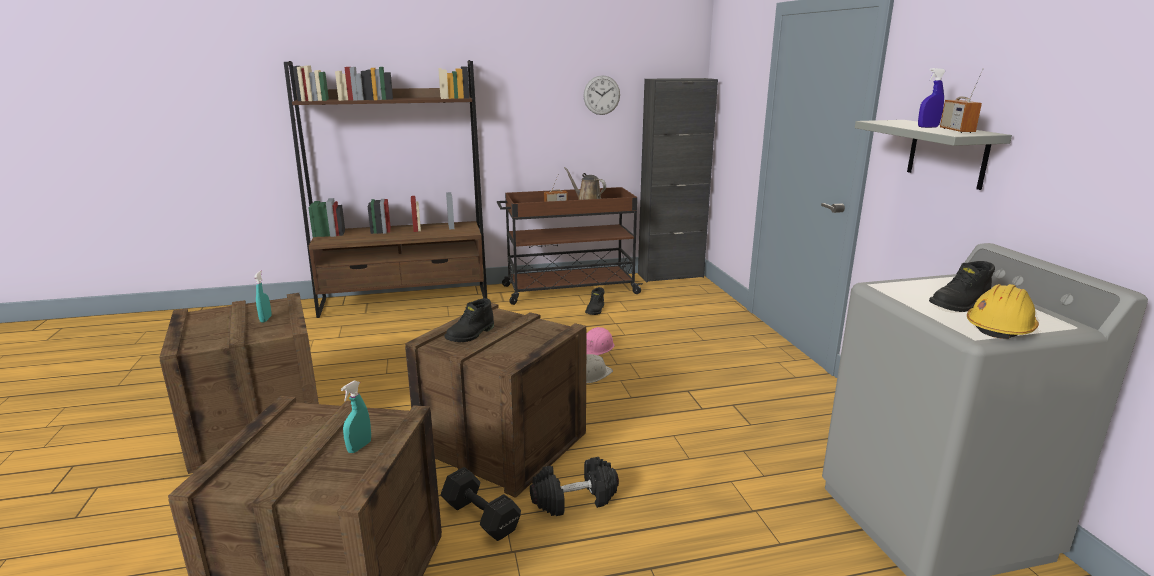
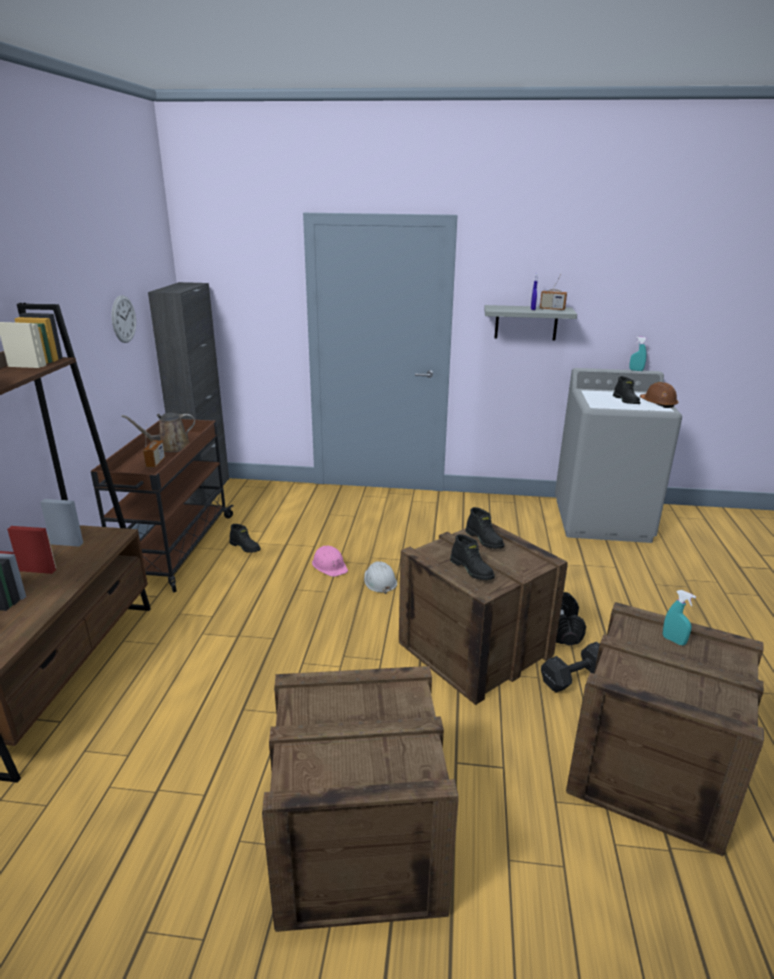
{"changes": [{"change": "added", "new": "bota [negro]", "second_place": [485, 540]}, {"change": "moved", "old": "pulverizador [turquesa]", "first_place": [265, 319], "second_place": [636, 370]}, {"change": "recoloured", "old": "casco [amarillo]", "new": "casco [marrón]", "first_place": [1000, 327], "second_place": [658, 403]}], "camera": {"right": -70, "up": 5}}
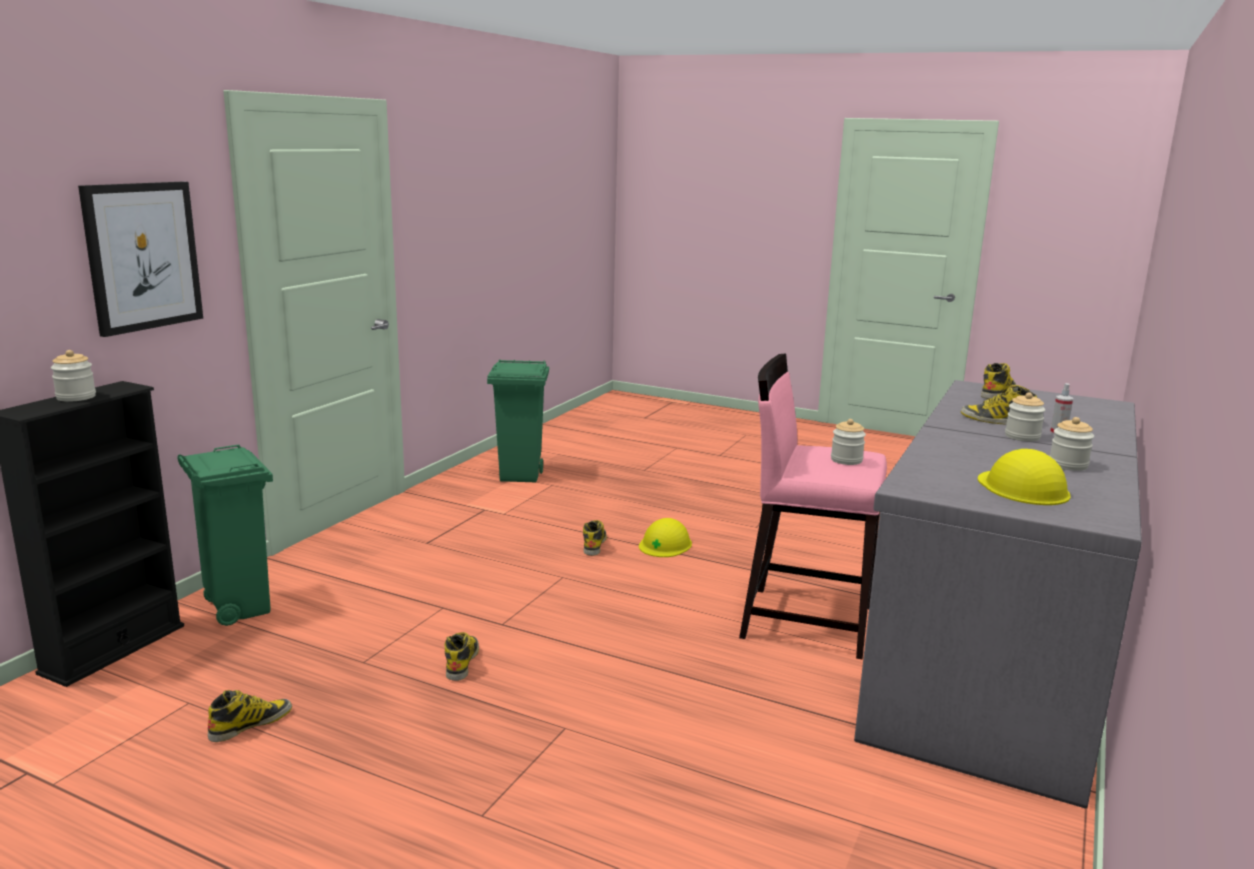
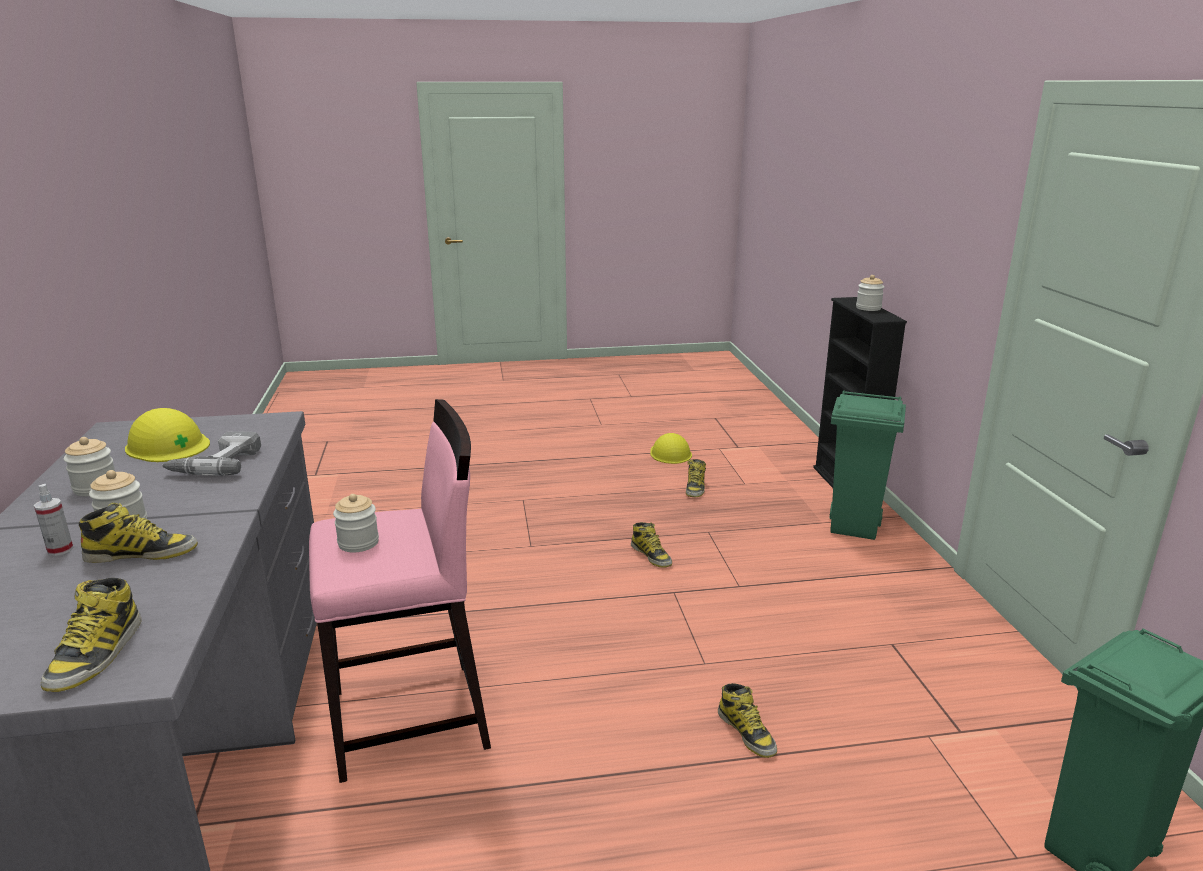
{"changes": [{"change": "added", "new": "taladro", "second_place": [216, 463]}, {"change": "moved", "old": "casco [amarillo]", "first_place": [665, 544], "second_place": [670, 453]}, {"change": "removed", "old": "cuadro", "first_place": [142, 256]}], "camera": {"right": 145, "up": 5}}
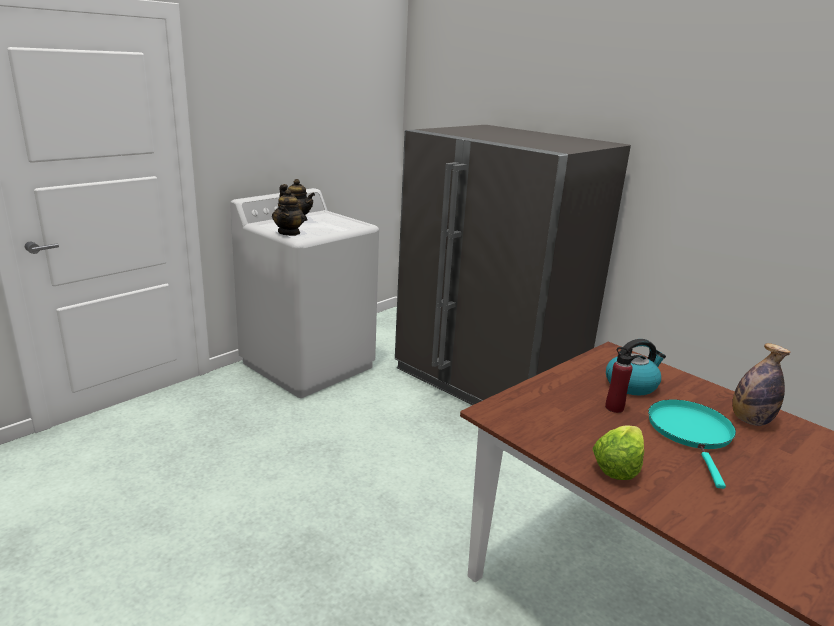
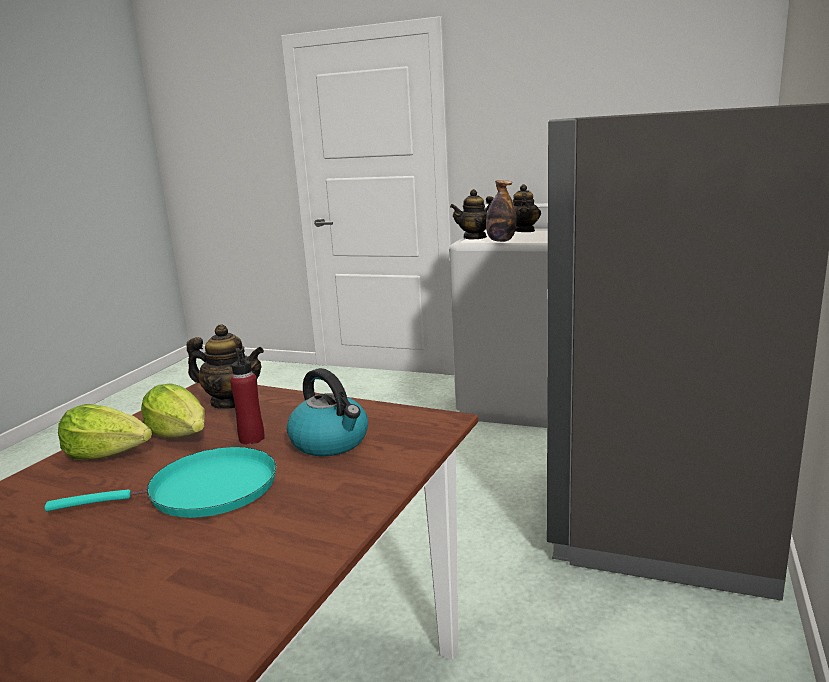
{"changes": [{"change": "added", "new": "lechuga", "second_place": [180, 434]}, {"change": "added", "new": "tetera", "second_place": [231, 402]}, {"change": "moved", "old": "botella", "first_place": [750, 421], "second_place": [501, 241]}], "camera": {"right": 70, "up": -5}}
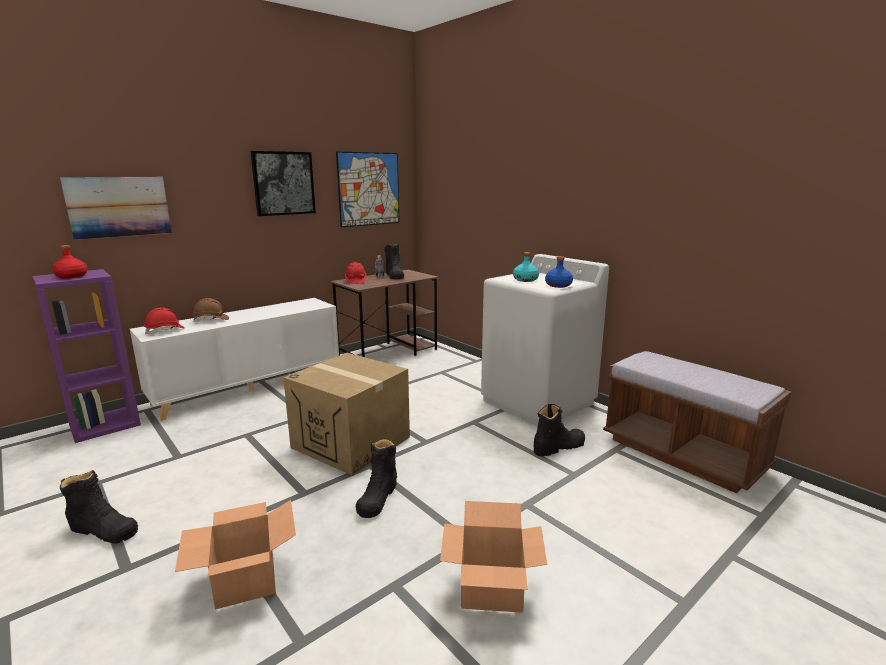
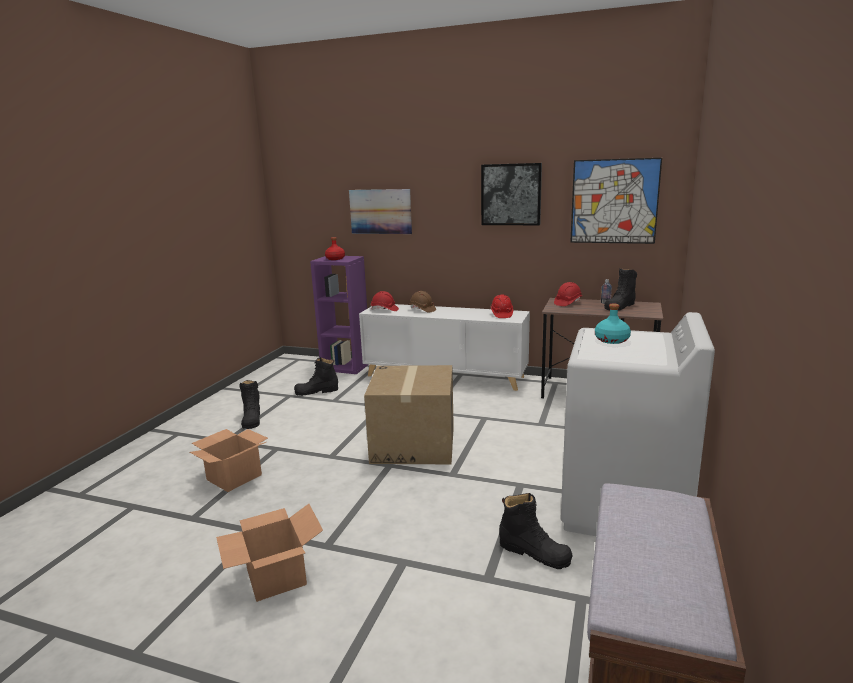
{"changes": [{"change": "moved", "old": "bota [negro]", "first_place": [378, 497], "second_place": [316, 391]}, {"change": "added", "new": "casco [rojo]", "second_place": [501, 314]}, {"change": "removed", "old": "botella [azul]", "first_place": [558, 285]}], "camera": {"right": 60, "up": 0}}
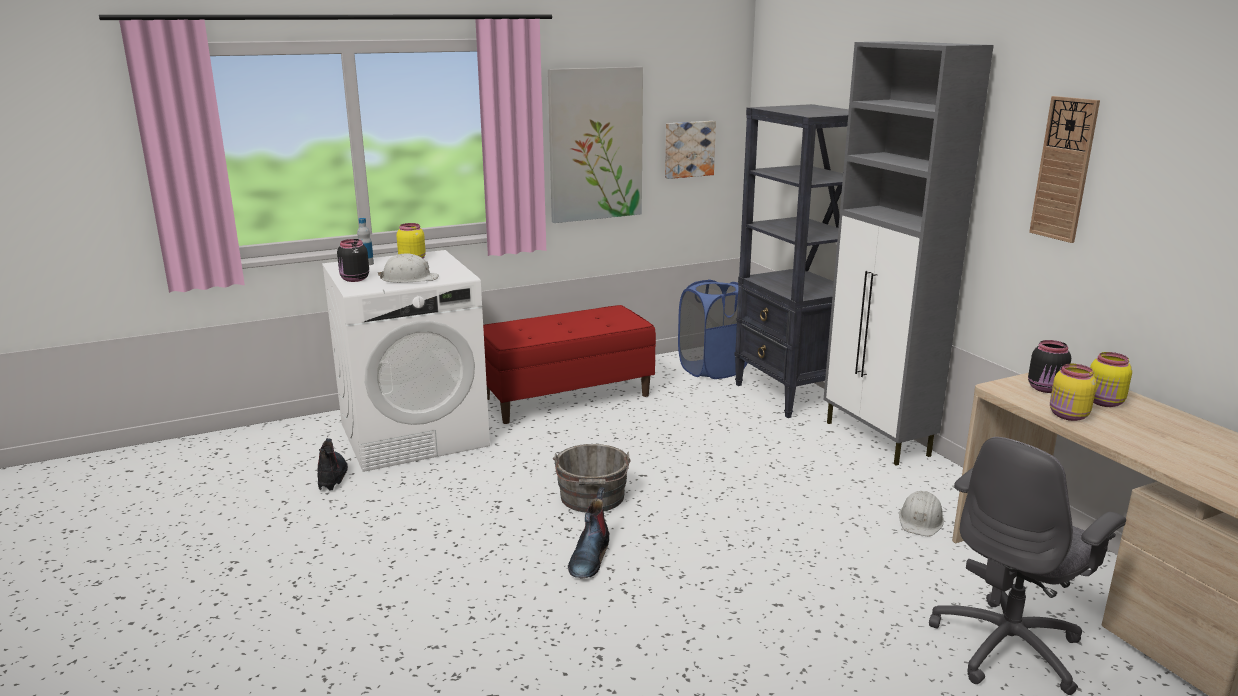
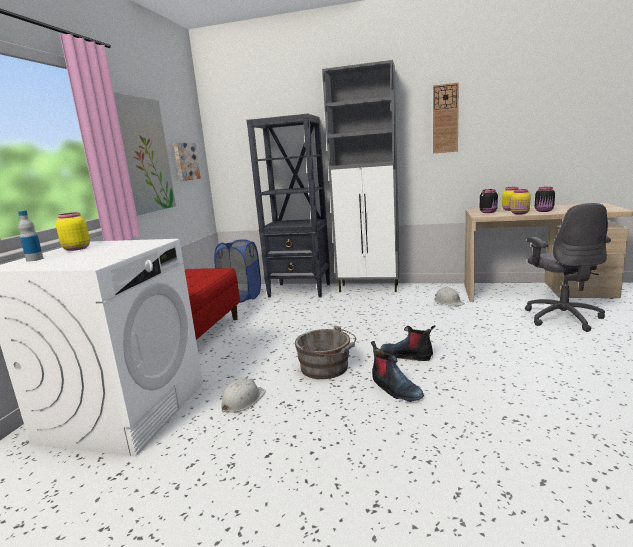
{"changes": [{"change": "moved", "old": "casco [blanco]", "first_place": [409, 279], "second_place": [242, 400]}, {"change": "moved", "old": "bota", "first_place": [332, 476], "second_place": [407, 355]}, {"change": "moved", "old": "tarro [negro]", "first_place": [354, 279], "second_place": [544, 211]}], "camera": {"right": -50, "up": -5}}
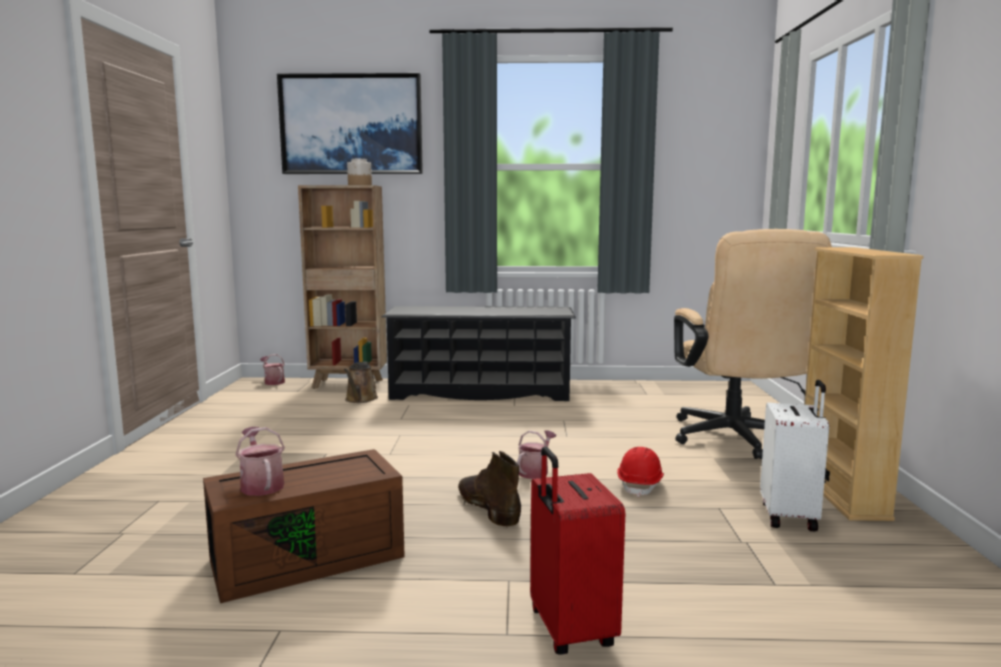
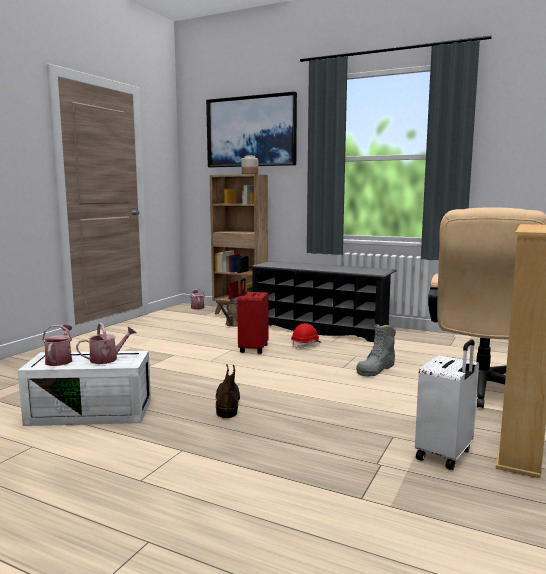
{"changes": [{"change": "recoloured", "old": "caja de almacenaje [marrón]", "new": "caja de almacenaje [blanco]", "first_place": [309, 556], "second_place": [92, 411]}, {"change": "moved", "old": "regadera", "first_place": [535, 471], "second_place": [107, 359]}, {"change": "moved", "old": "maleta [rojo]", "first_place": [569, 630], "second_place": [252, 349]}, {"change": "moved", "old": "casco [rojo]", "first_place": [640, 485], "second_place": [306, 345]}, {"change": "added", "new": "bota [gris]", "second_place": [376, 369]}], "camera": {"right": 25, "up": 0}}
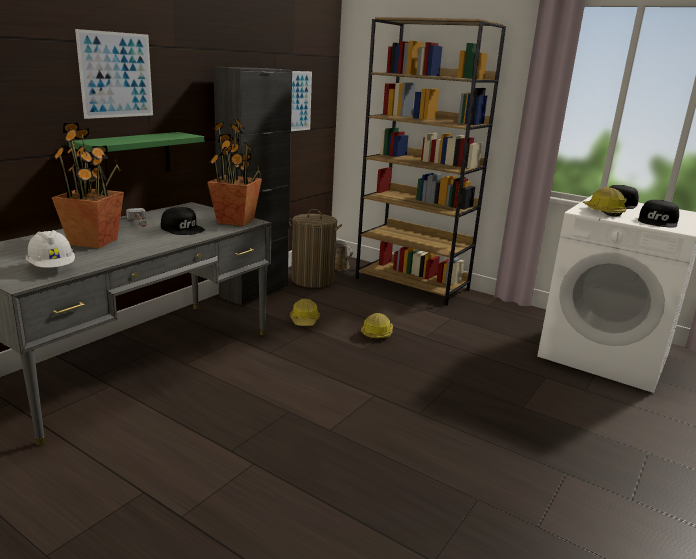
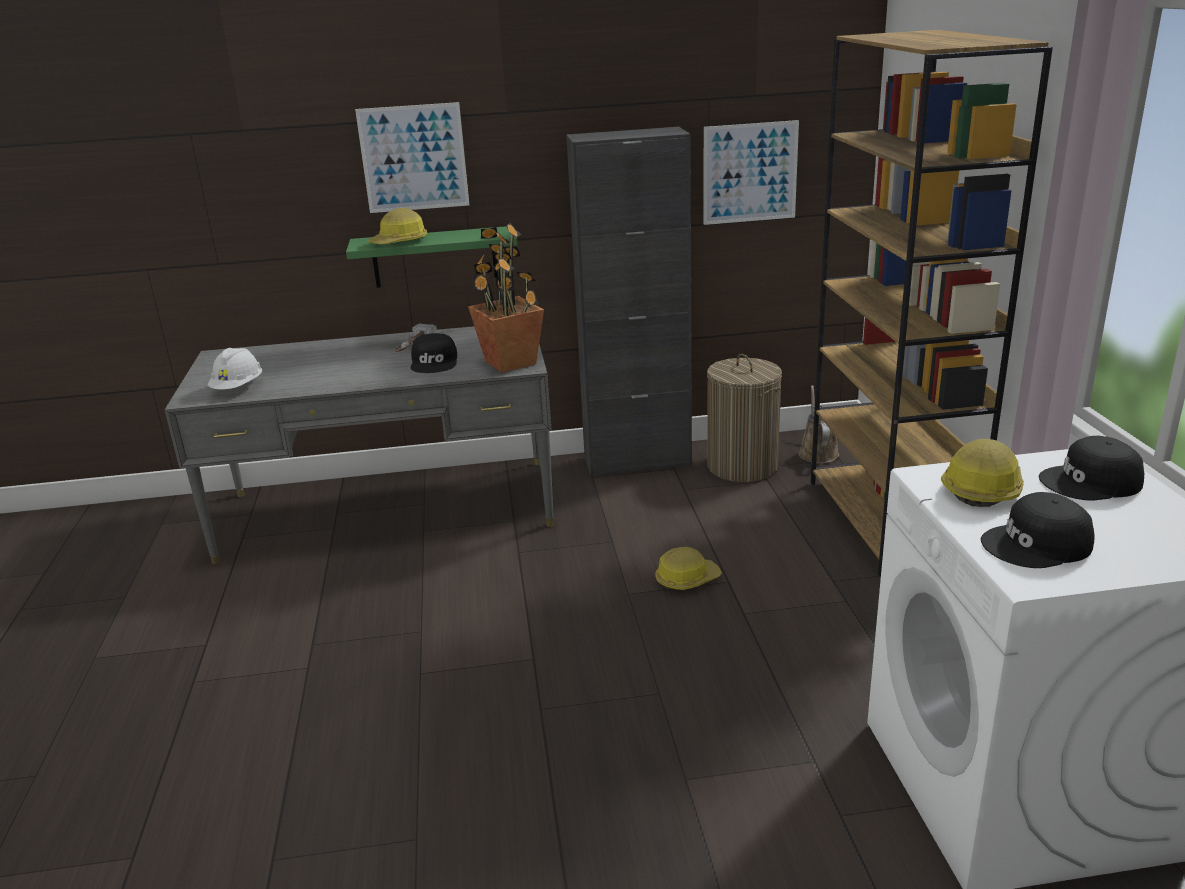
{"changes": [{"change": "moved", "old": "casco", "first_place": [305, 320], "second_place": [400, 242]}, {"change": "removed", "old": "planta en maceta", "first_place": [94, 242]}], "camera": {"right": 50, "up": 5}}
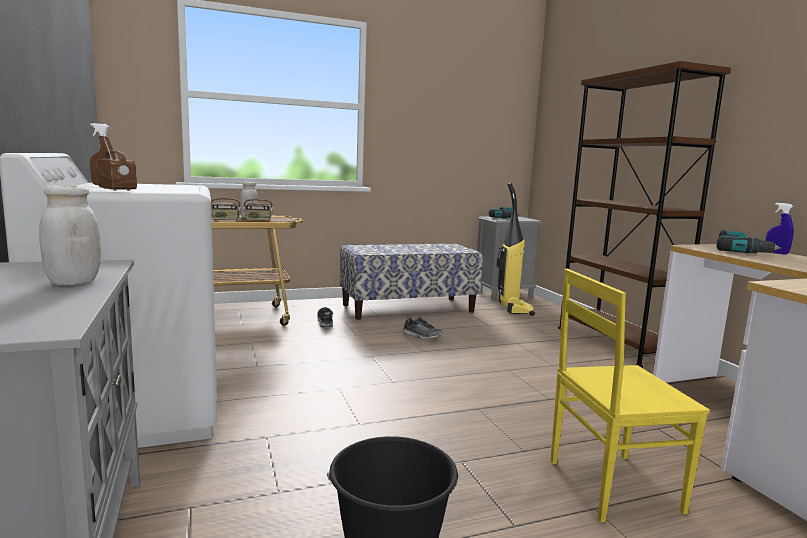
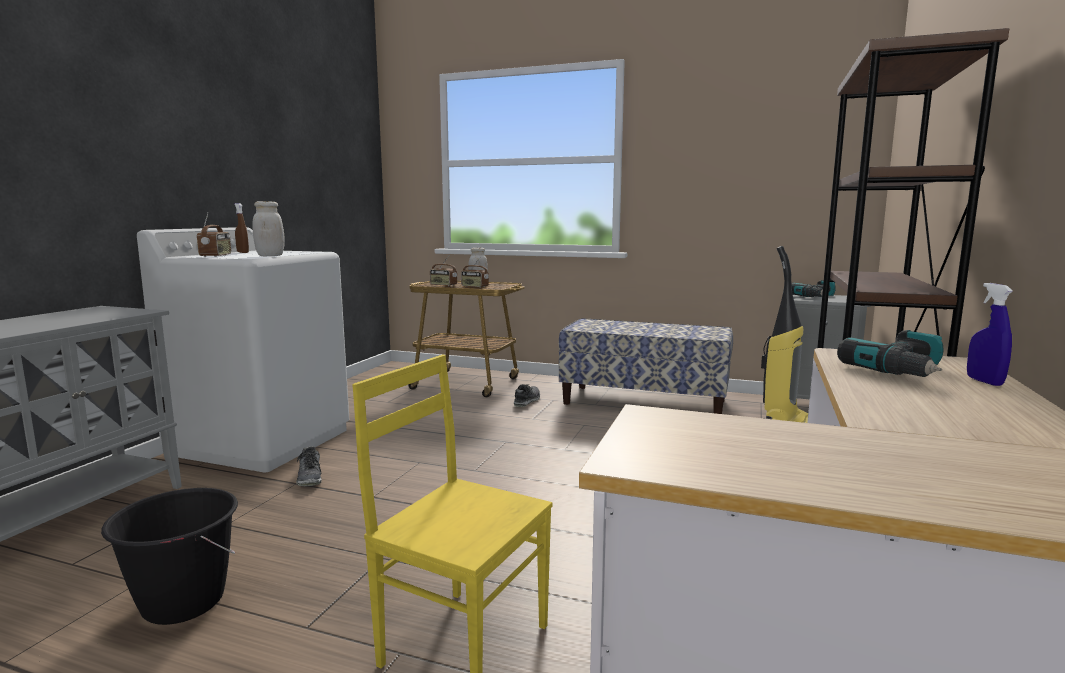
{"changes": [{"change": "moved", "old": "tarro [blanco]", "first_place": [73, 282], "second_place": [270, 256]}, {"change": "moved", "old": "zapato", "first_place": [421, 336], "second_place": [310, 477]}], "camera": {"right": 40, "up": 0}}
